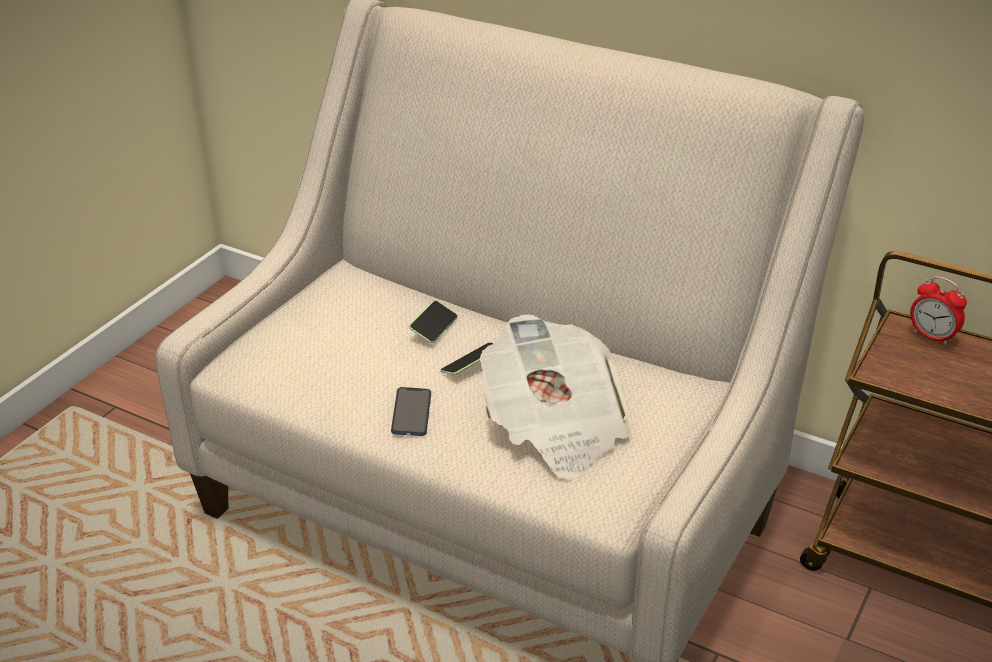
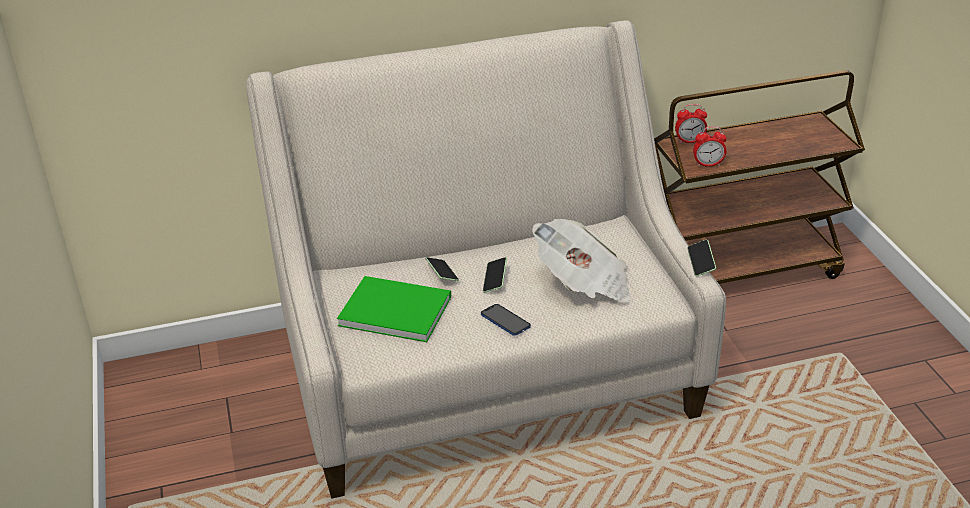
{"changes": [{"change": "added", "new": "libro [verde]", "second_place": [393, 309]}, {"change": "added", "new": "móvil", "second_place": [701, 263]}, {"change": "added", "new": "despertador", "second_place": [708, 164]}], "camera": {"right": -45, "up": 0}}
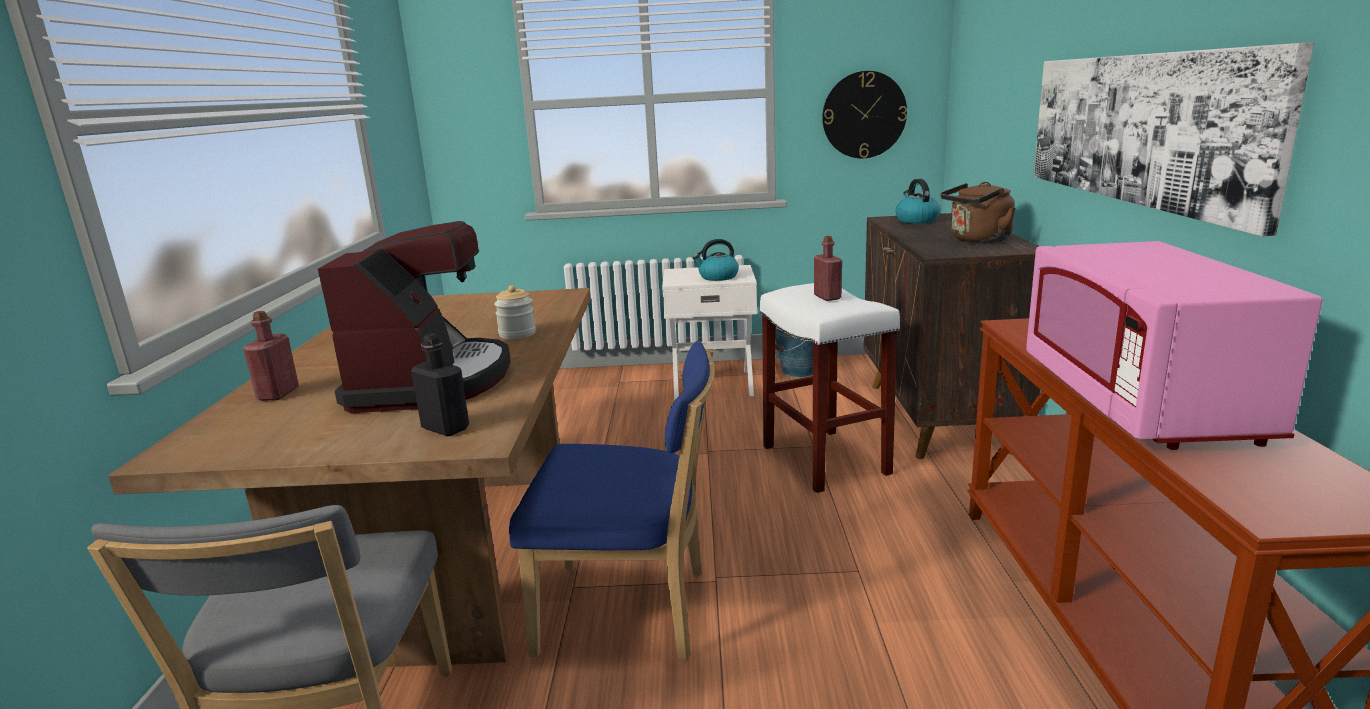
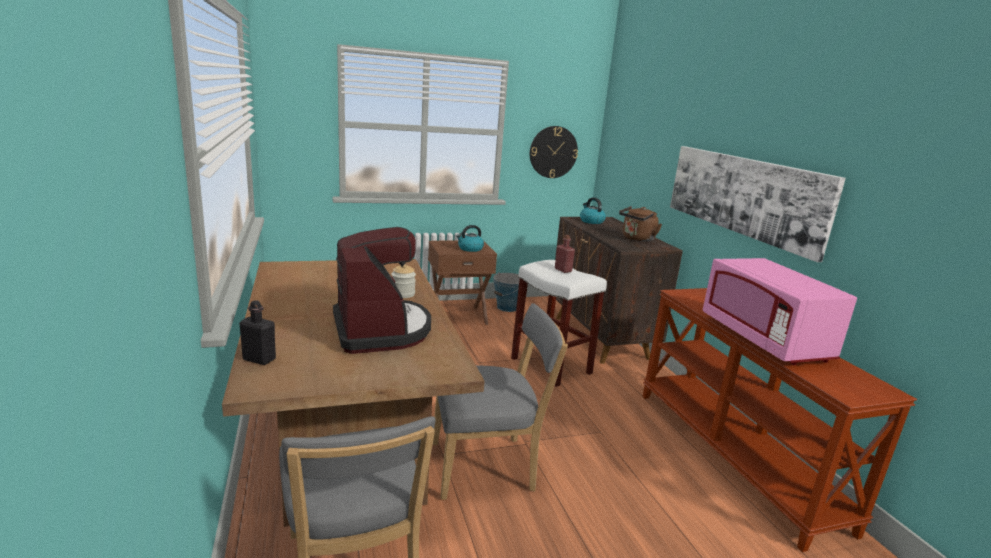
{"changes": [{"change": "moved", "old": "botella [negro]", "first_place": [445, 428], "second_place": [259, 359]}, {"change": "recoloured", "old": "mesita de noche [blanco]", "new": "mesita de noche [marrón]", "first_place": [712, 384], "second_place": [457, 316]}, {"change": "recoloured", "old": "silla [azul]", "new": "silla [gris]", "first_place": [632, 612], "second_place": [487, 467]}, {"change": "removed", "old": "botella [rojo]", "first_place": [278, 394]}], "camera": {"right": -20, "up": 0}}
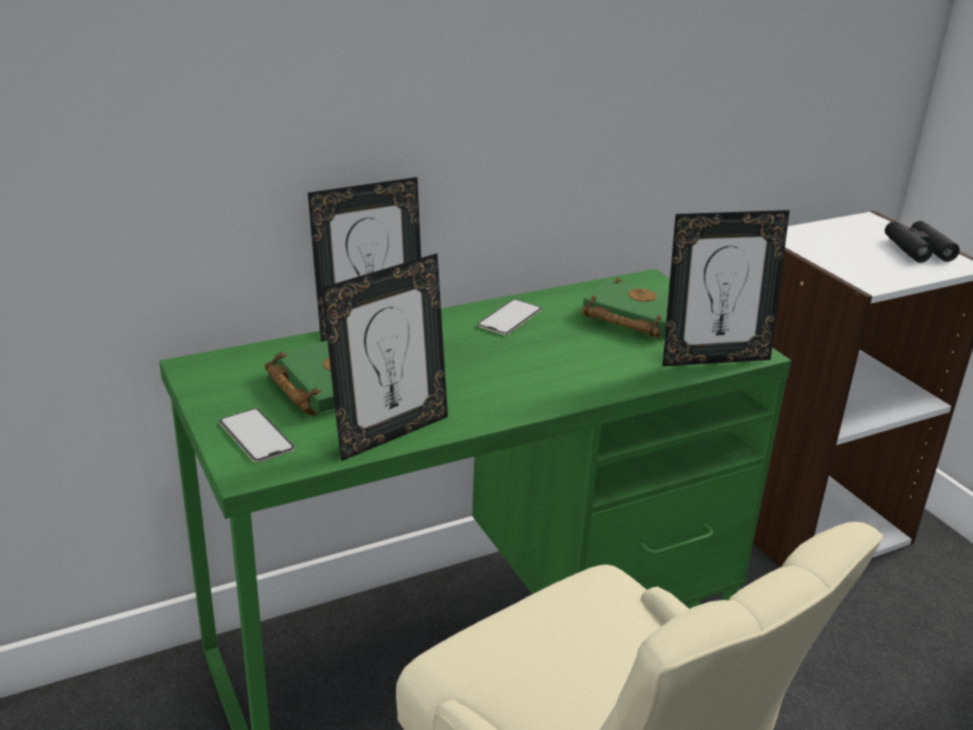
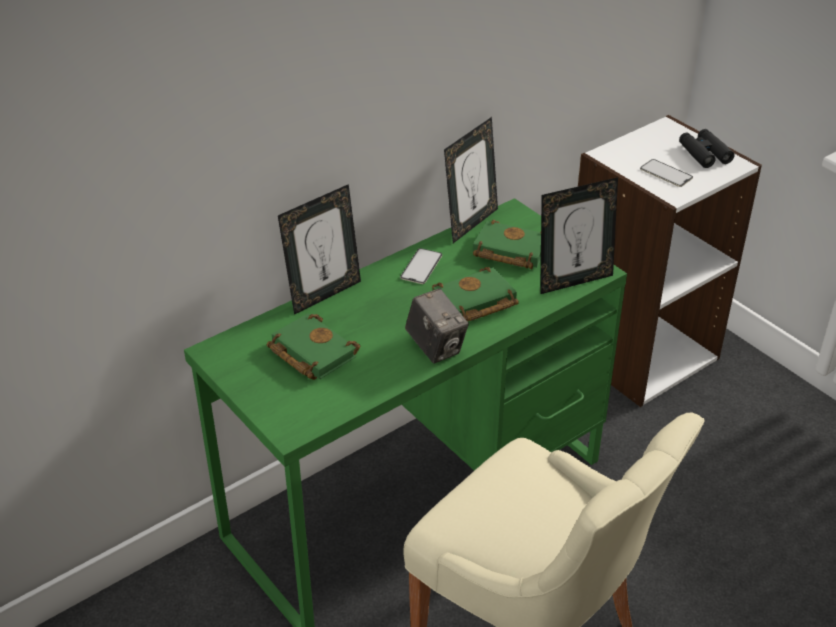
{"changes": [{"change": "added", "new": "cámara", "second_place": [436, 347]}, {"change": "added", "new": "libro [verde]", "second_place": [474, 303]}, {"change": "moved", "old": "portarretratos", "first_place": [389, 433], "second_place": [470, 223]}, {"change": "moved", "old": "móvil", "first_place": [256, 436], "second_place": [666, 173]}], "camera": {"right": -10, "up": 10}}
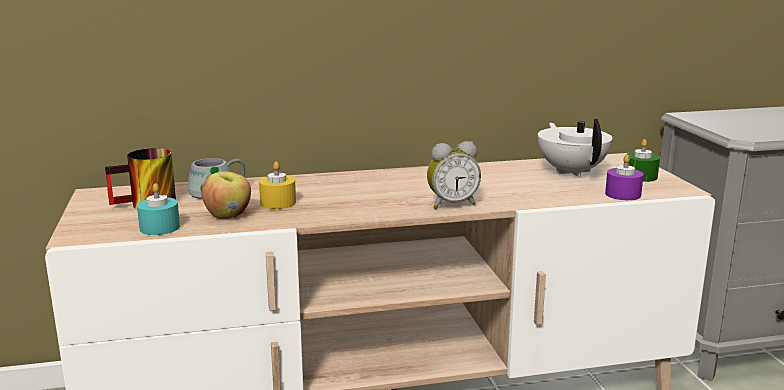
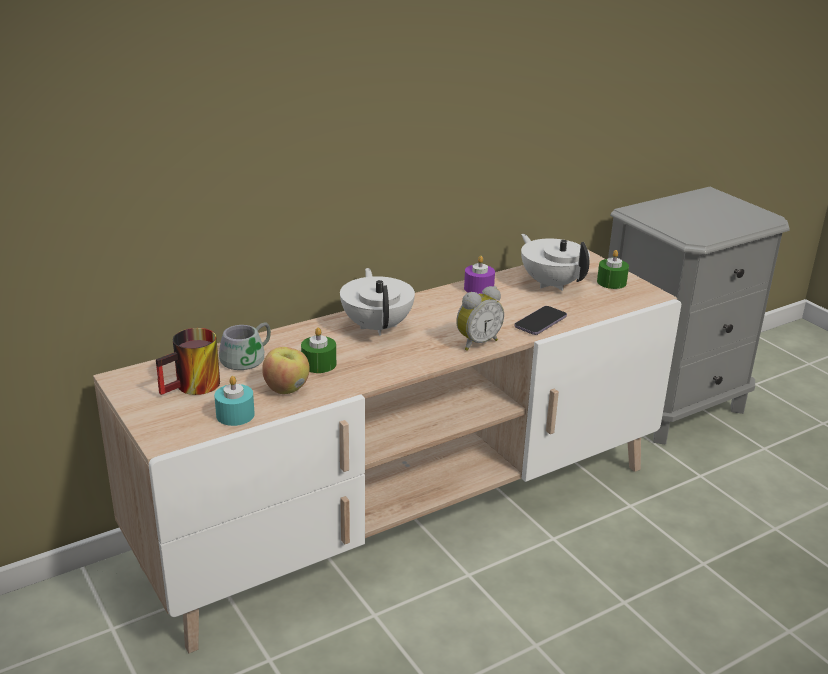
{"changes": [{"change": "recoloured", "old": "vela [amarillo]", "new": "vela [verde]", "first_place": [278, 202], "second_place": [319, 364]}, {"change": "added", "new": "tetera [blanco]", "second_place": [377, 326]}, {"change": "moved", "old": "vela [morado]", "first_place": [623, 194], "second_place": [478, 288]}, {"change": "added", "new": "móvil", "second_place": [540, 322]}], "camera": {"right": -20, "up": 10}}
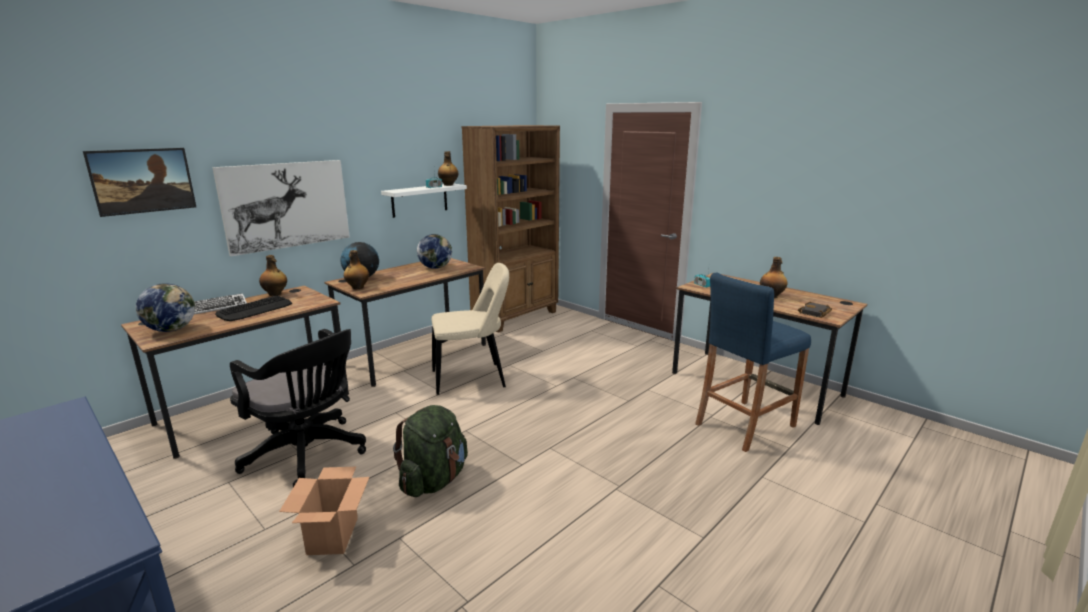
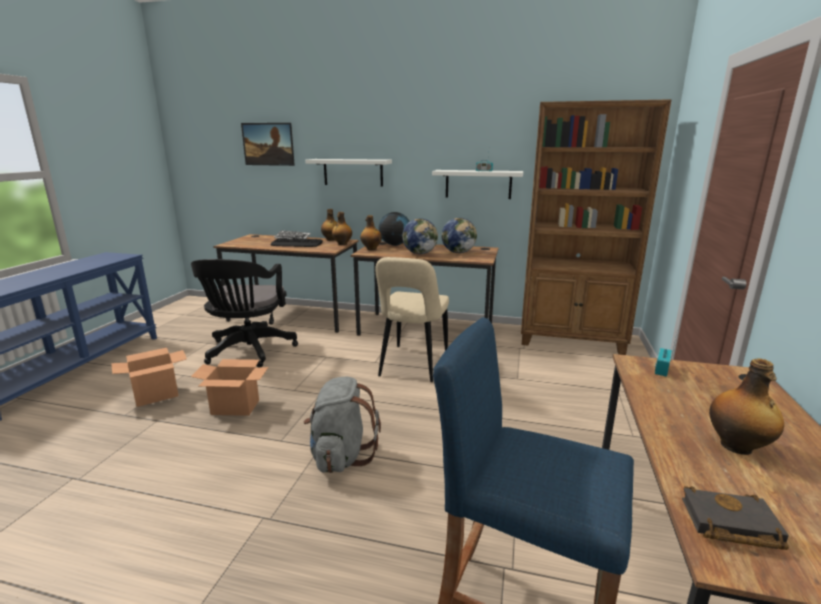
{"changes": [{"change": "replaced", "old": "mochila [verde]", "new": "caja de cartón", "first_place": [434, 480], "second_place": [236, 407]}, {"change": "added", "new": "mochila [gris]", "second_place": [341, 455]}, {"change": "replaced", "old": "cuadro", "new": "estante [blanco]", "first_place": [286, 205], "second_place": [353, 172]}, {"change": "moved", "old": "botella", "first_place": [448, 185], "second_place": [342, 244]}, {"change": "turned", "old": "silla [beis]", "first_place": [472, 379], "second_place": [412, 365], "degrees": 60}, {"change": "moved", "old": "globo terráqueo", "first_place": [171, 330], "second_place": [420, 253]}], "camera": {"right": 60, "up": 0}}
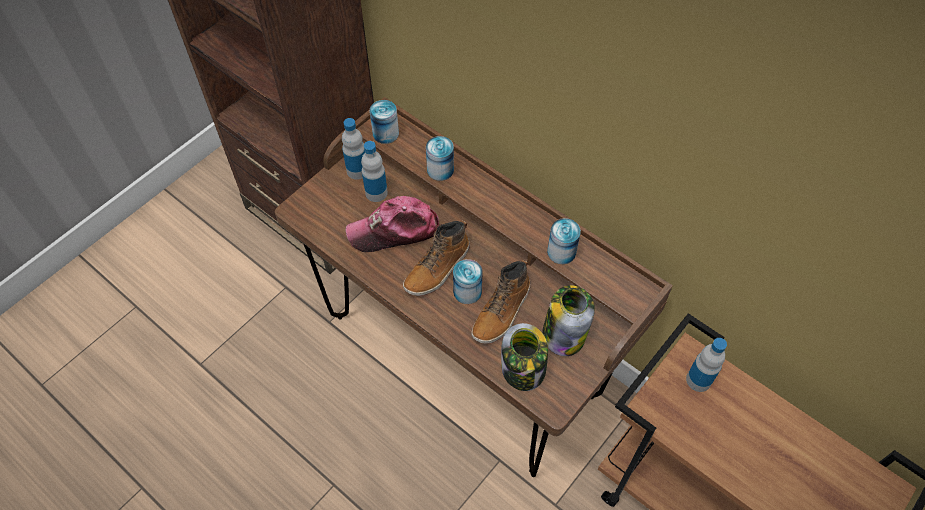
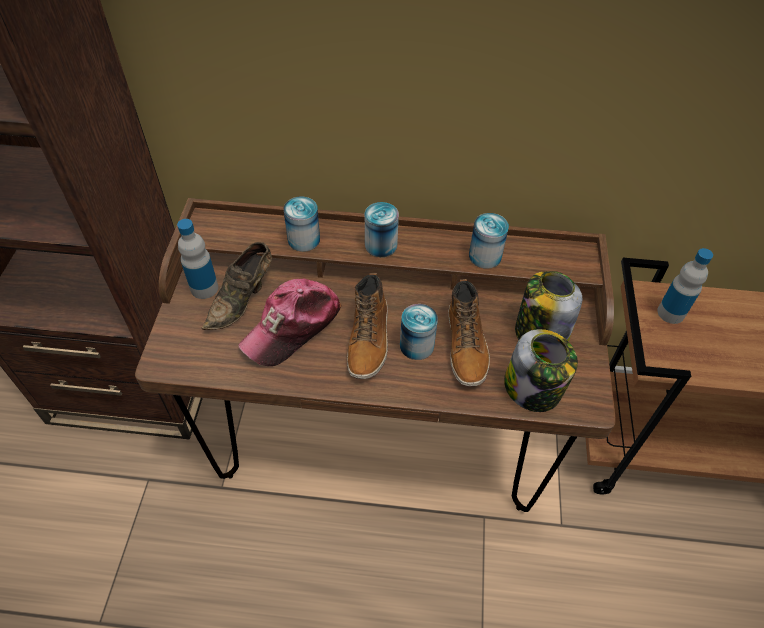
{"changes": [{"change": "replaced", "old": "botella", "new": "zapato [marrón]", "first_place": [376, 193], "second_place": [243, 299]}, {"change": "moved", "old": "lata", "first_place": [385, 133], "second_place": [381, 245]}], "camera": {"right": -35, "up": -5}}
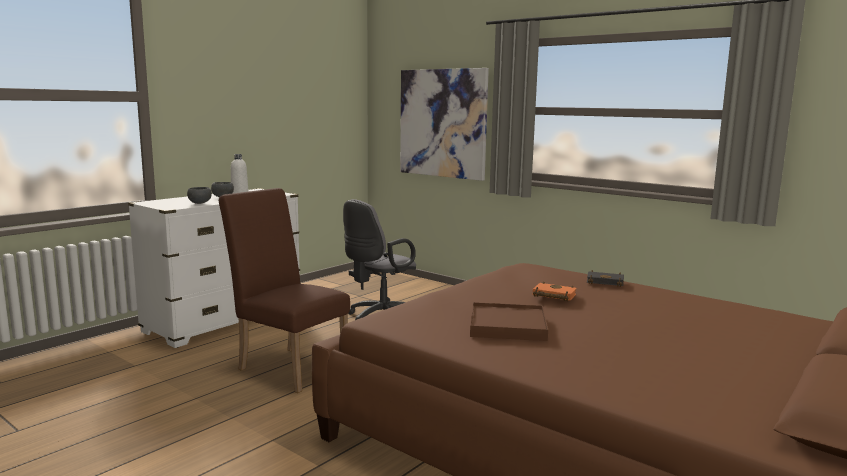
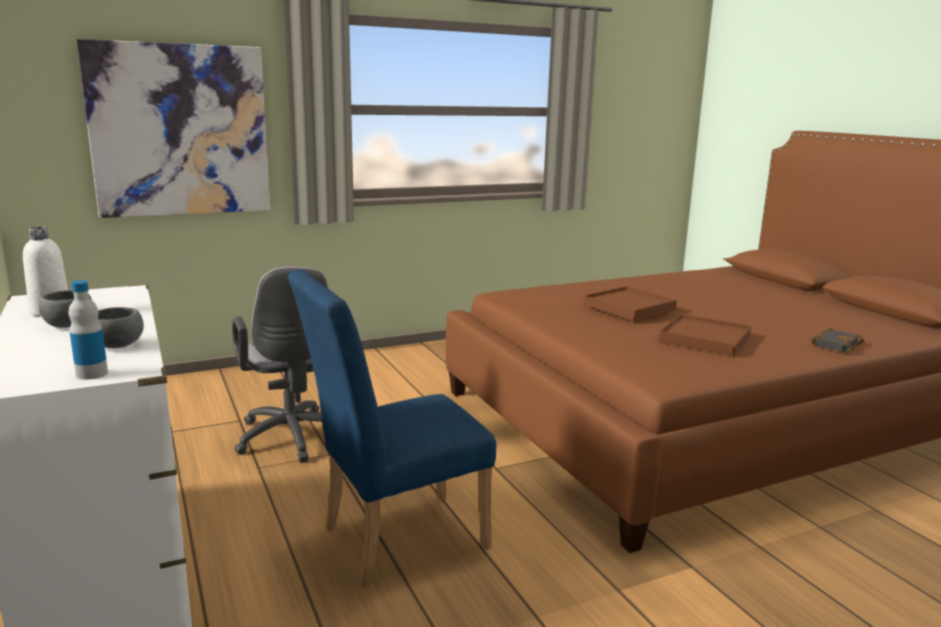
{"changes": [{"change": "added", "new": "botella", "second_place": [92, 374]}, {"change": "recoloured", "old": "silla [marrón]", "new": "silla [azul]", "first_place": [288, 366], "second_place": [393, 539]}, {"change": "replaced", "old": "libro [naranja]", "new": "bandeja [marrón]", "first_place": [552, 296], "second_place": [629, 307]}, {"change": "moved", "old": "libro [negro]", "first_place": [606, 282], "second_place": [835, 344]}], "camera": {"right": -65, "up": 5}}
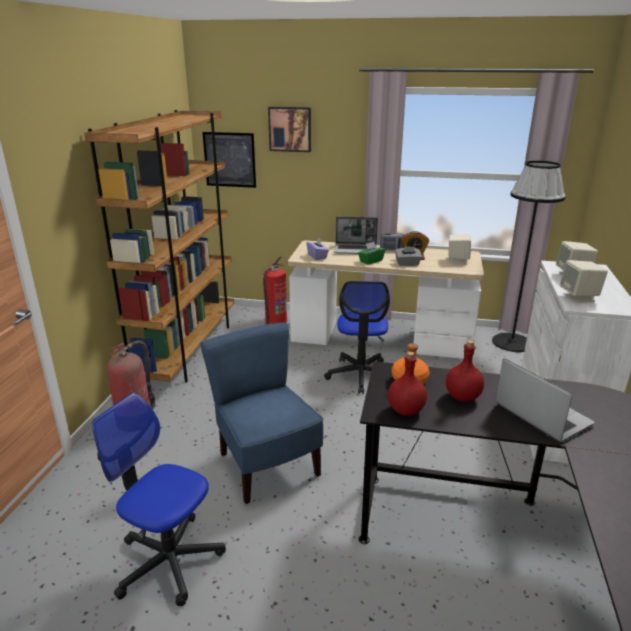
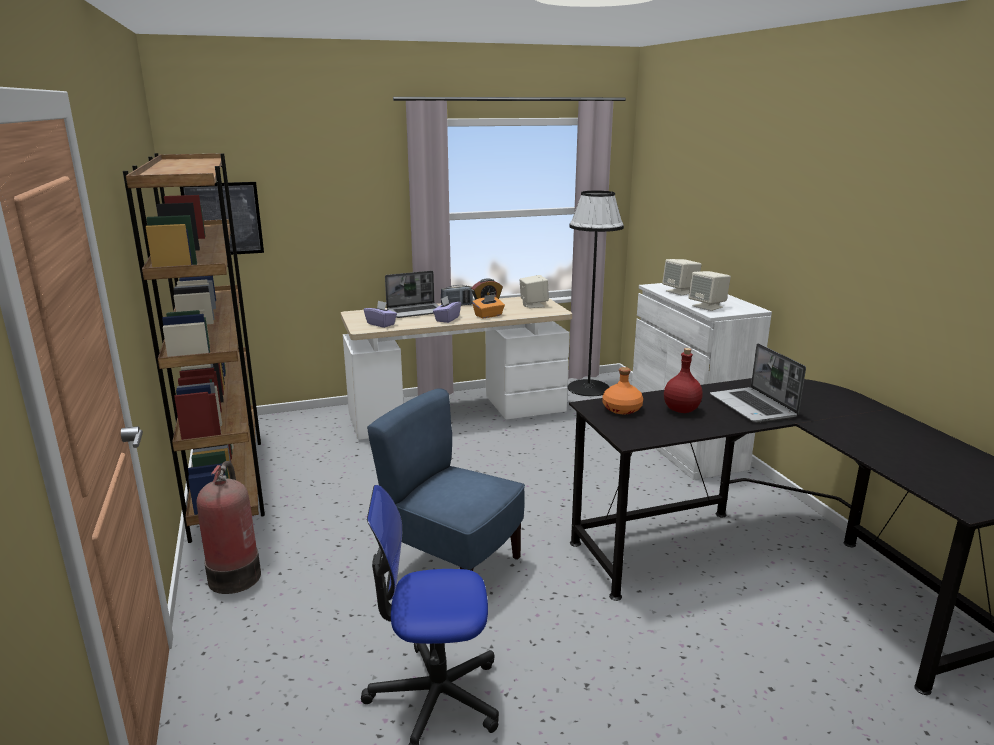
{"changes": [{"change": "recoloured", "old": "caja de pañuelos [verde]", "new": "caja de pañuelos [morado]", "first_place": [371, 261], "second_place": [447, 319]}, {"change": "recoloured", "old": "caja de pañuelos [gris]", "new": "caja de pañuelos [naranja]", "first_place": [407, 264], "second_place": [488, 315]}, {"change": "turned", "old": "portátil", "first_place": [541, 414], "second_place": [754, 407], "degrees": -135}, {"change": "removed", "old": "extintor", "first_place": [275, 321]}, {"change": "removed", "old": "cuadro", "first_place": [290, 129]}, {"change": "removed", "old": "silla de oficina", "first_place": [360, 375]}, {"change": "removed", "old": "botella [rojo]", "first_place": [405, 410]}], "camera": {"right": -30, "up": -5}}
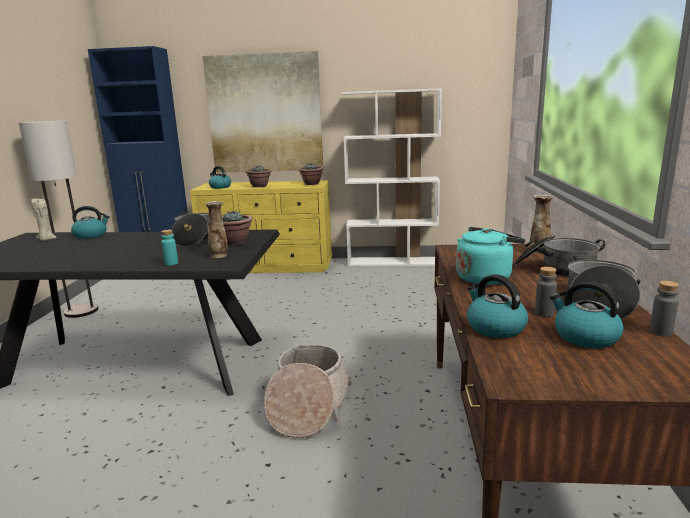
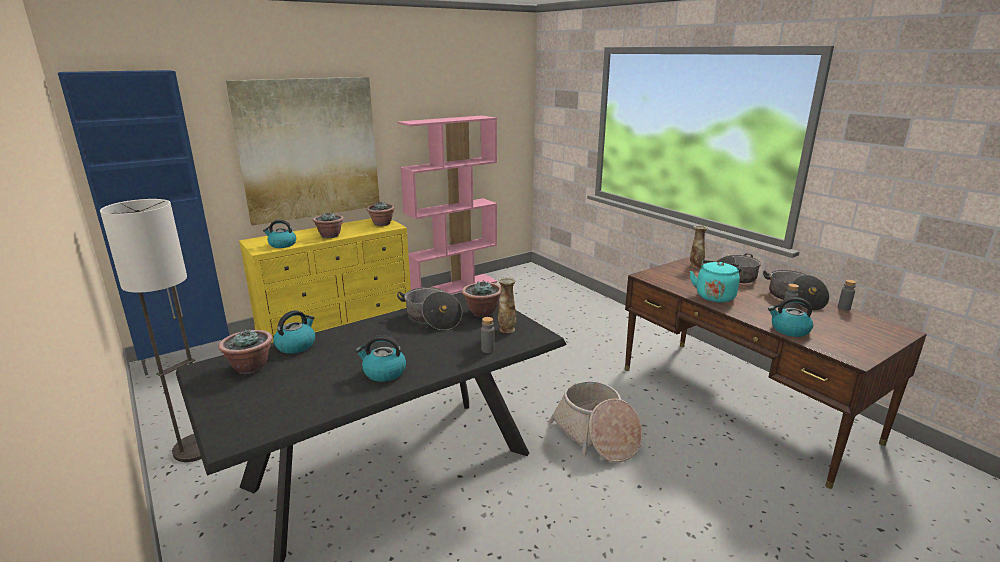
{"changes": [{"change": "replaced", "old": "vela [beis]", "new": "planta en maceta", "first_place": [46, 240], "second_place": [250, 367]}, {"change": "moved", "old": "hervidor", "first_place": [584, 337], "second_place": [383, 372]}, {"change": "recoloured", "old": "estantería [blanco]", "new": "estantería [rosa]", "first_place": [392, 262], "second_place": [454, 287]}, {"change": "recoloured", "old": "botella [turquesa]", "new": "botella [gris]", "first_place": [171, 263], "second_place": [487, 350]}], "camera": {"right": -40, "up": 5}}
